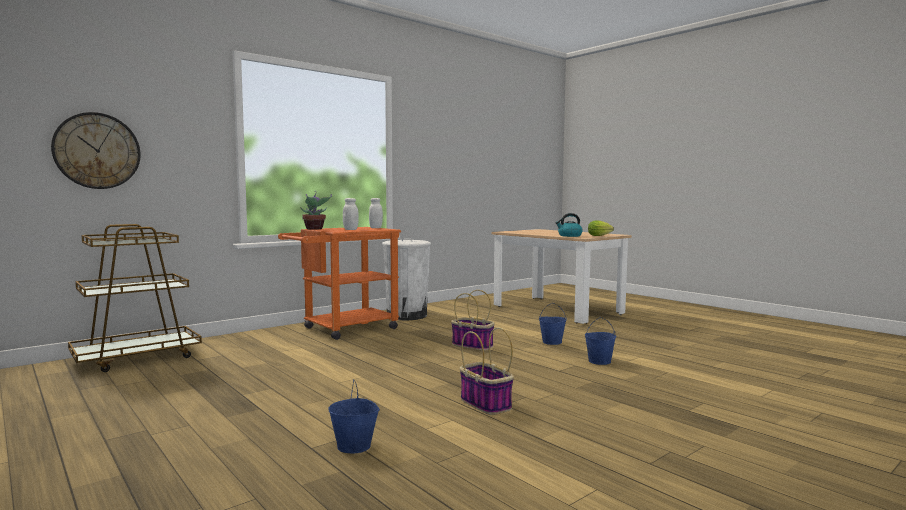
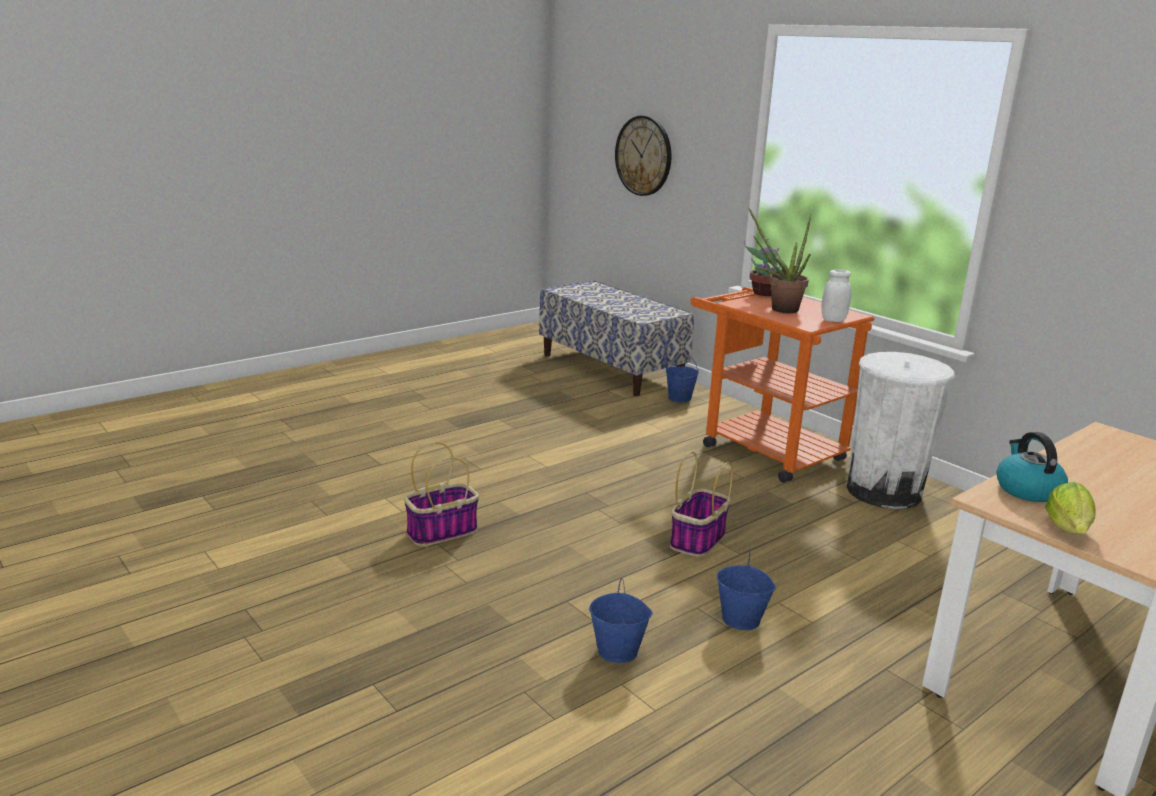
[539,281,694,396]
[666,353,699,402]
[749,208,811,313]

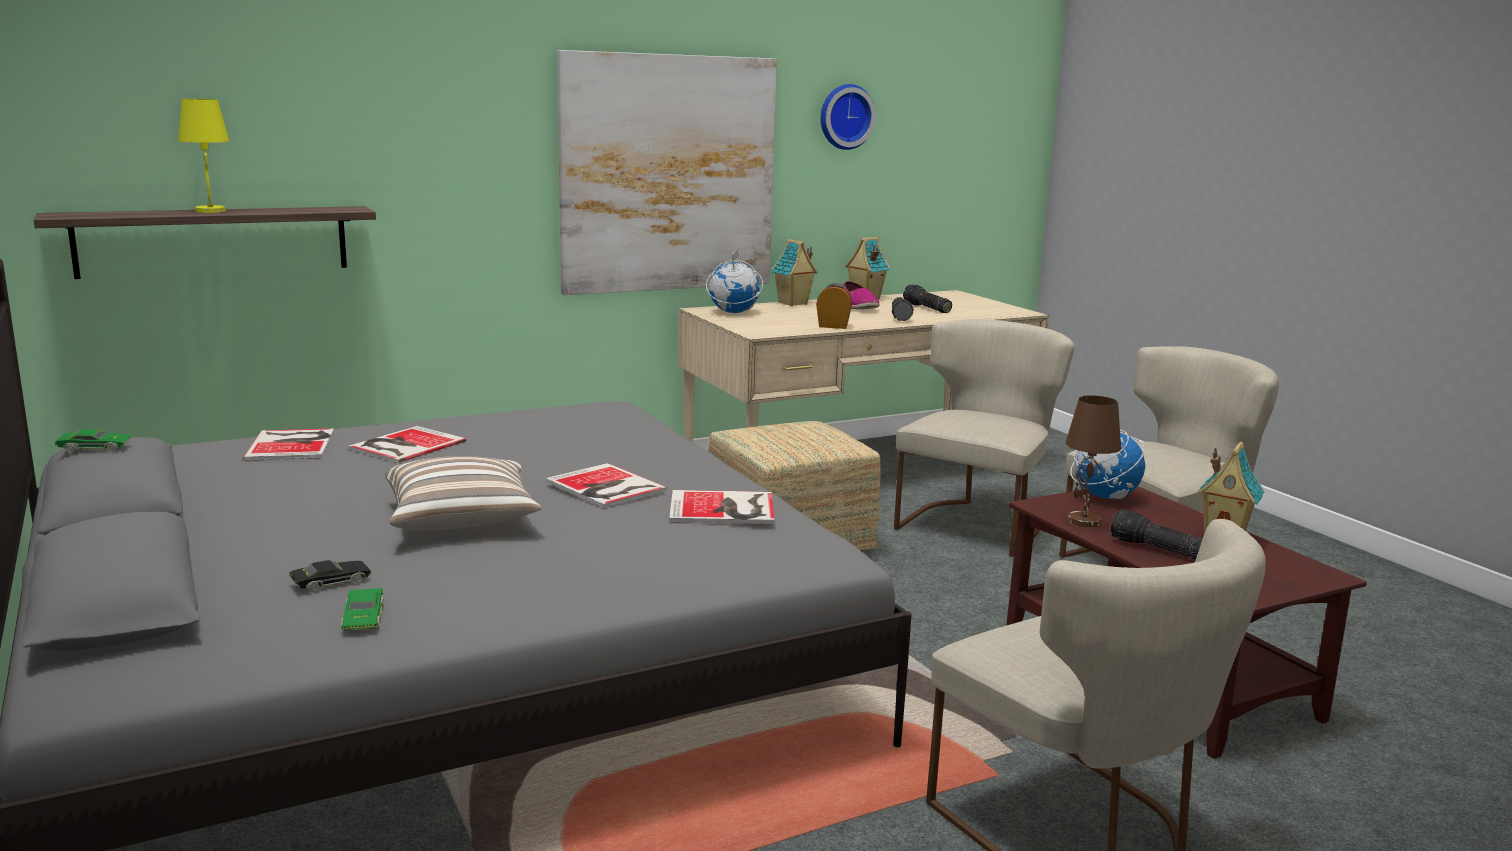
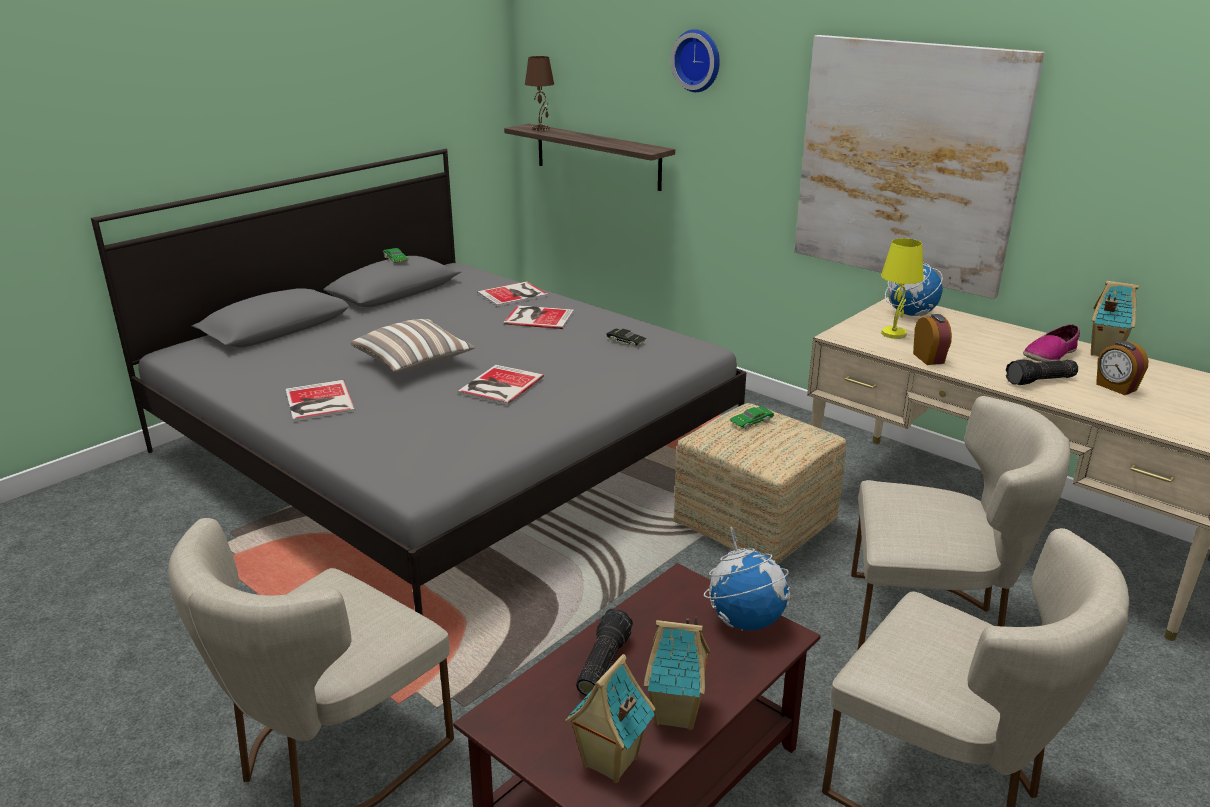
[286,380,355,422]
[525,56,554,131]
[565,654,655,783]
[606,329,647,347]
[671,29,720,92]
[729,406,774,429]
[881,238,924,339]
[1096,341,1149,395]

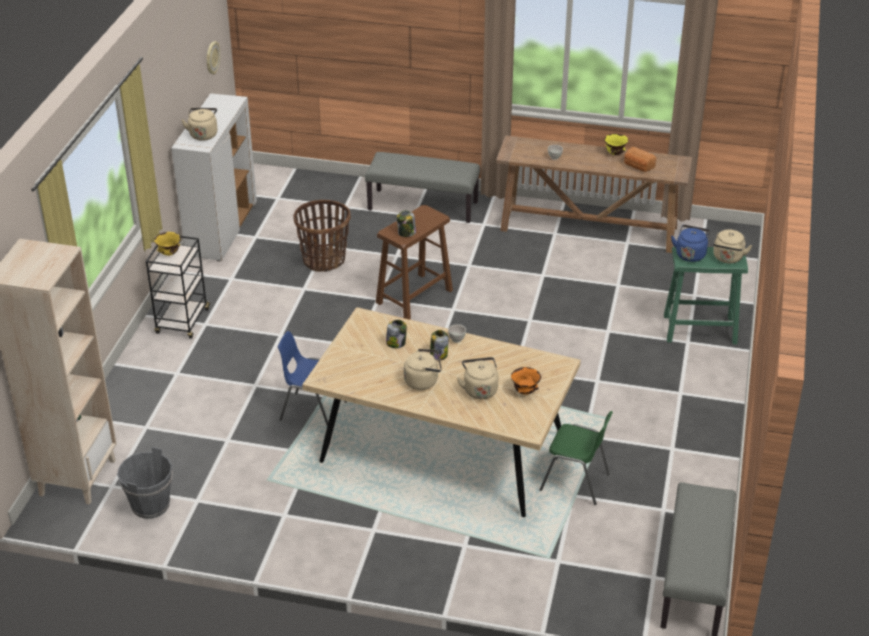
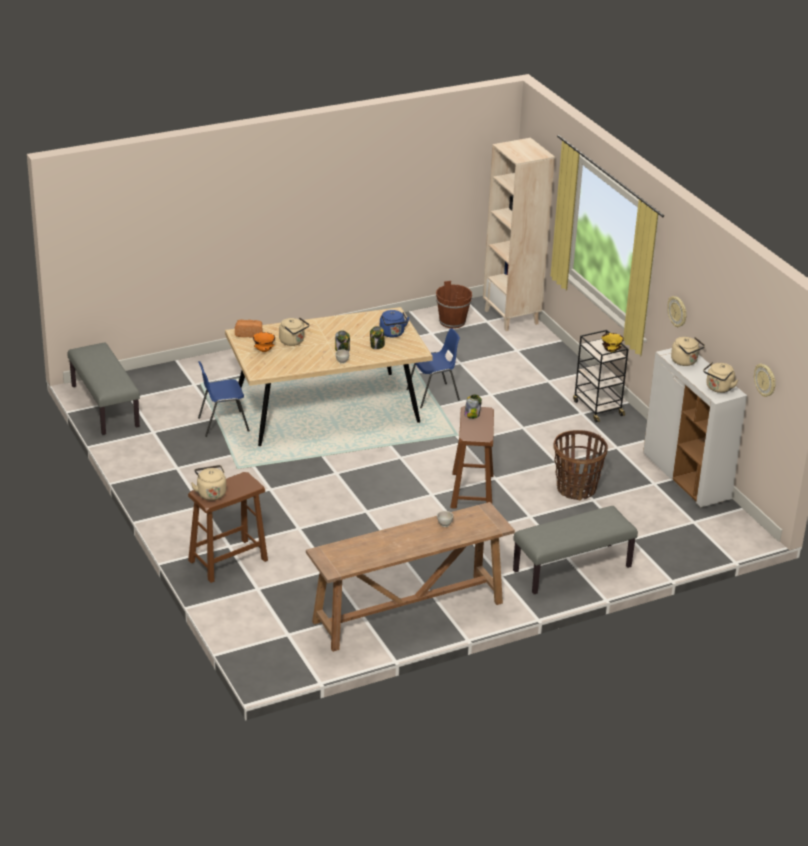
[188,472,268,583]
[198,361,250,437]
[235,320,262,338]
[380,310,410,338]
[436,281,472,329]
[667,296,687,327]
[703,362,738,393]
[604,133,628,155] (first image)

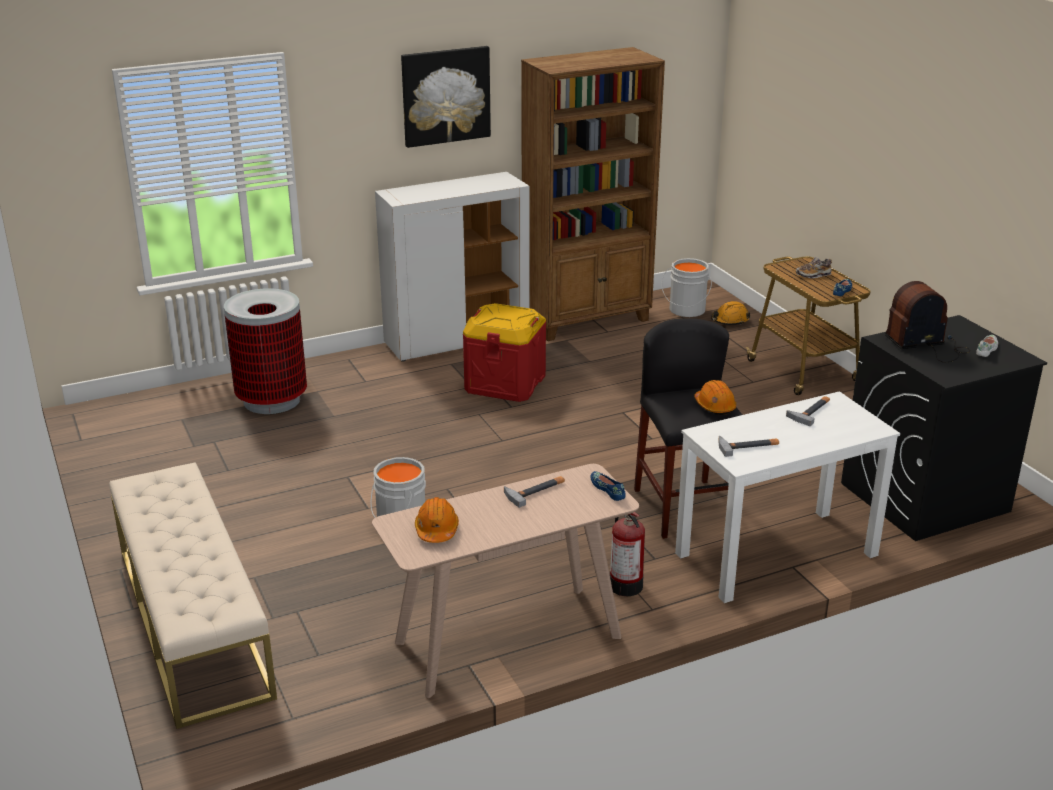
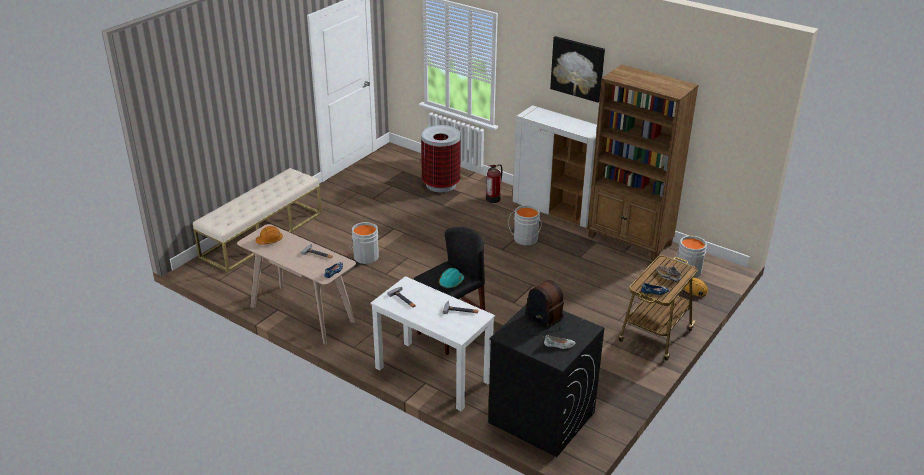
[439,268,464,289]
[486,164,502,203]
[508,205,541,245]

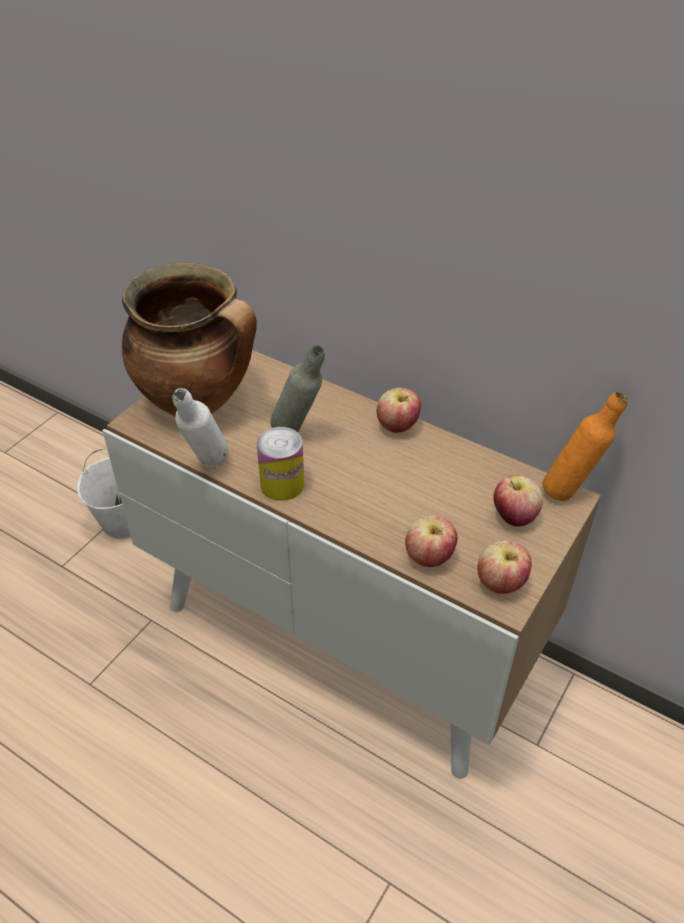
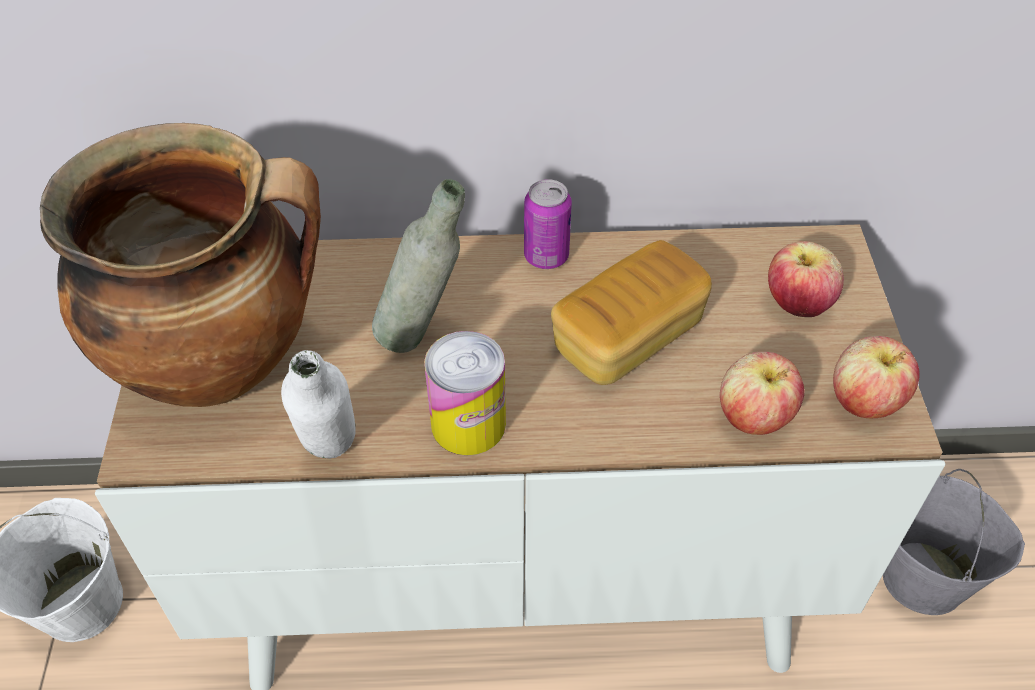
[524,179,572,269]
[551,240,712,385]
[883,469,1025,615]
[543,392,628,501] (first image)

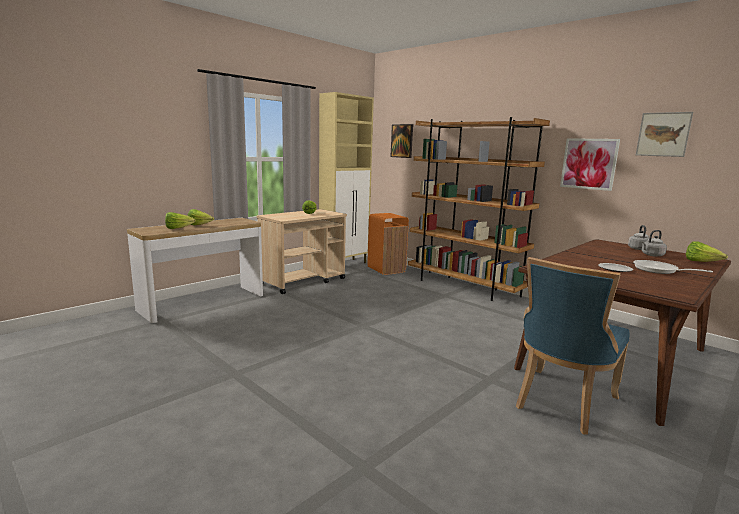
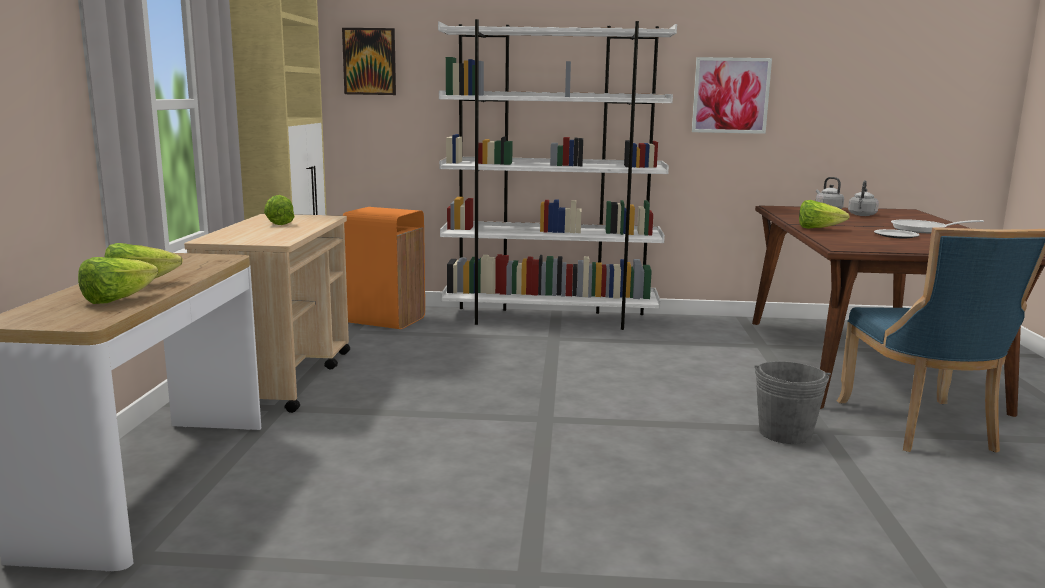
[438,19,677,330]
[755,361,831,444]
[799,200,850,229]
[636,112,693,157] (first image)

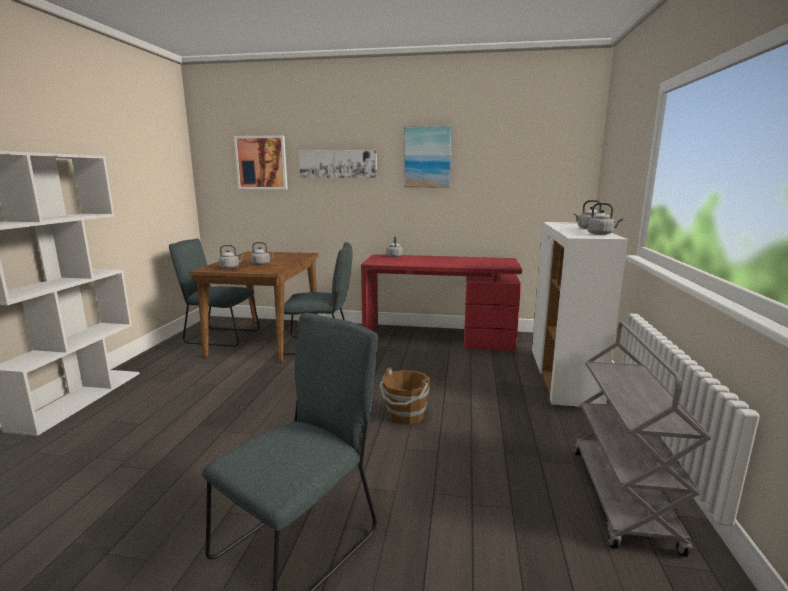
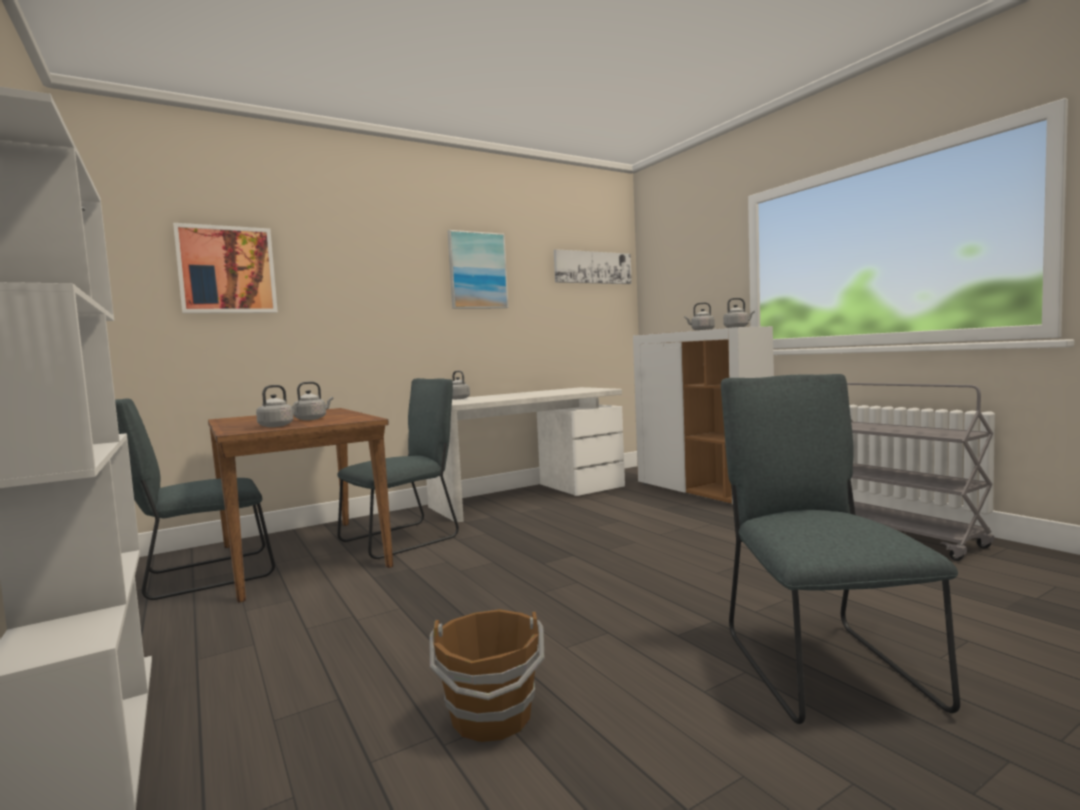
[426,387,625,522]
[429,609,545,742]
[554,249,632,284]

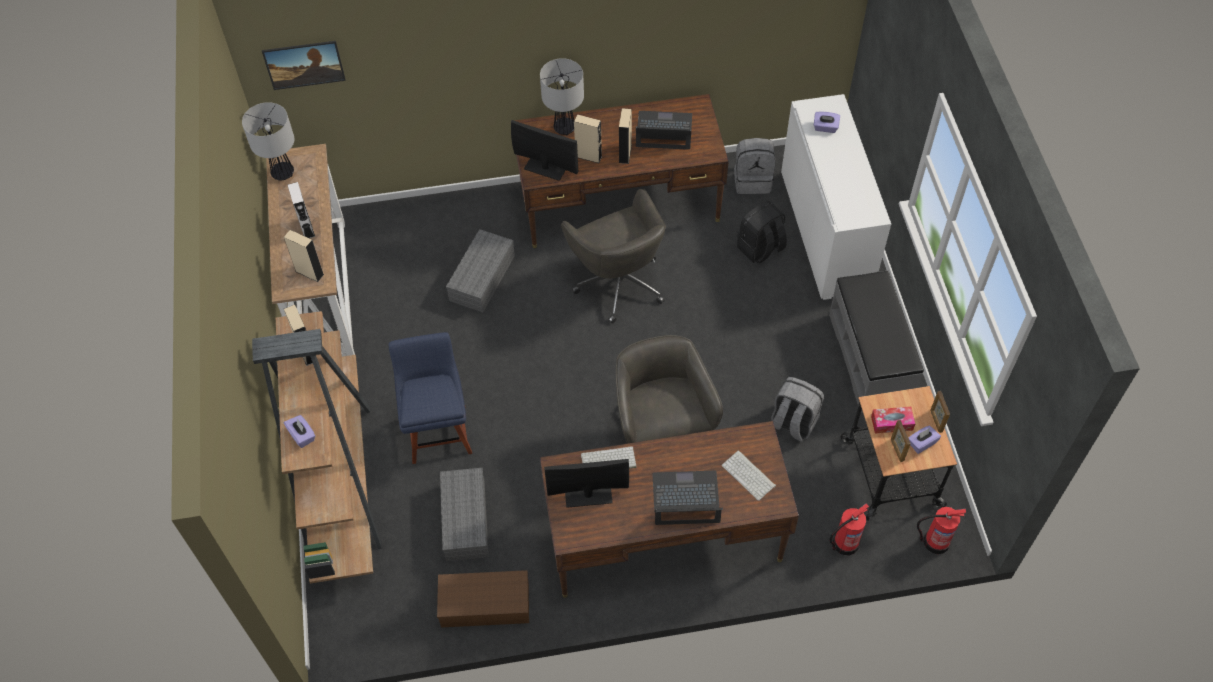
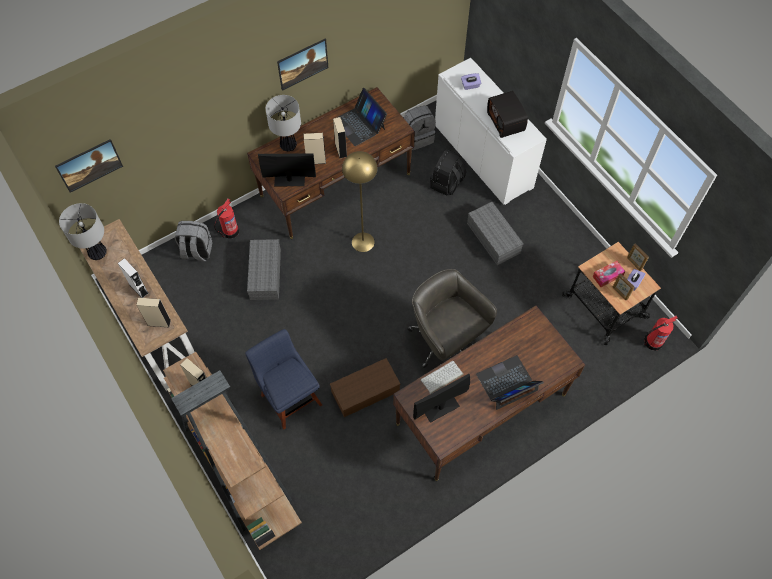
[175,221,213,262]
[214,198,239,239]
[277,39,328,91]
[330,358,401,417]
[337,88,387,146]
[342,151,378,252]
[467,202,524,265]
[487,91,528,138]
[284,415,315,448] (first image)
[722,450,776,501] (first image)
[829,270,924,413] (first image)

